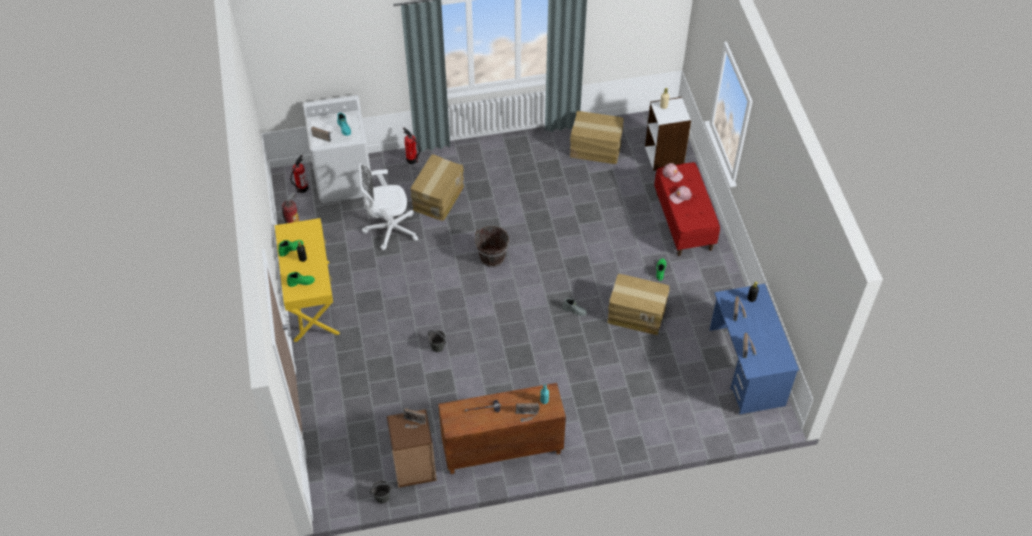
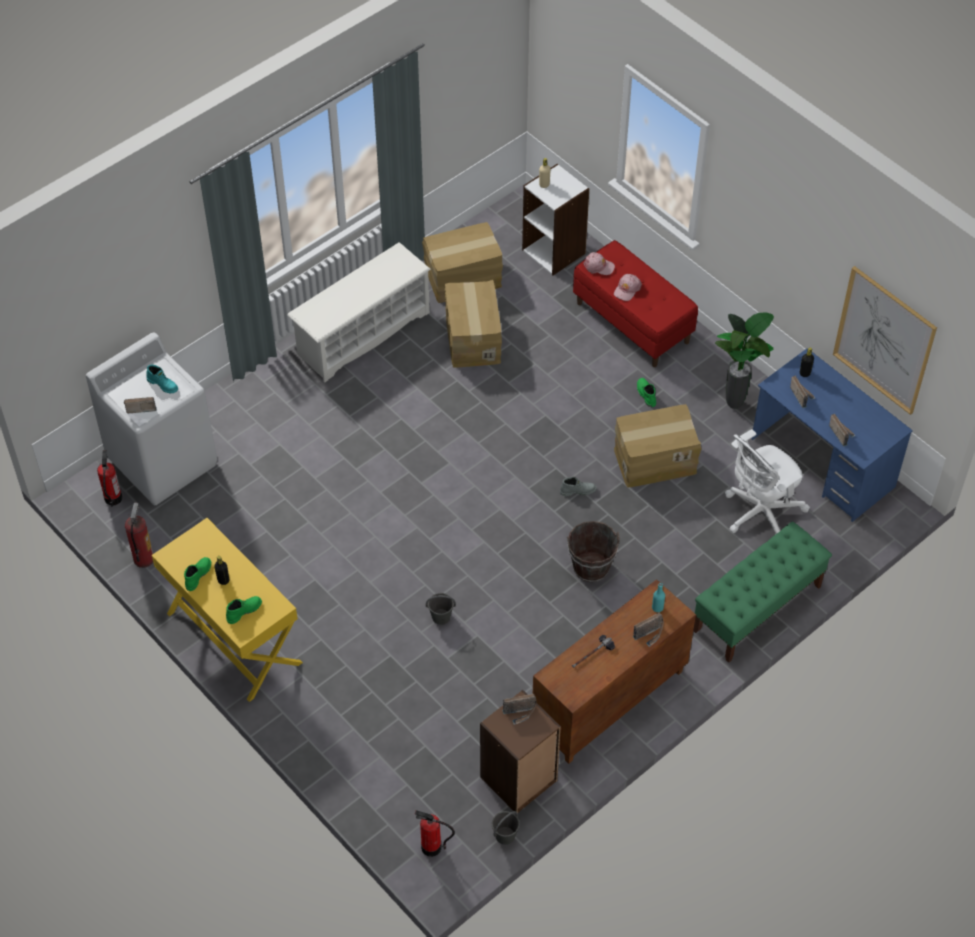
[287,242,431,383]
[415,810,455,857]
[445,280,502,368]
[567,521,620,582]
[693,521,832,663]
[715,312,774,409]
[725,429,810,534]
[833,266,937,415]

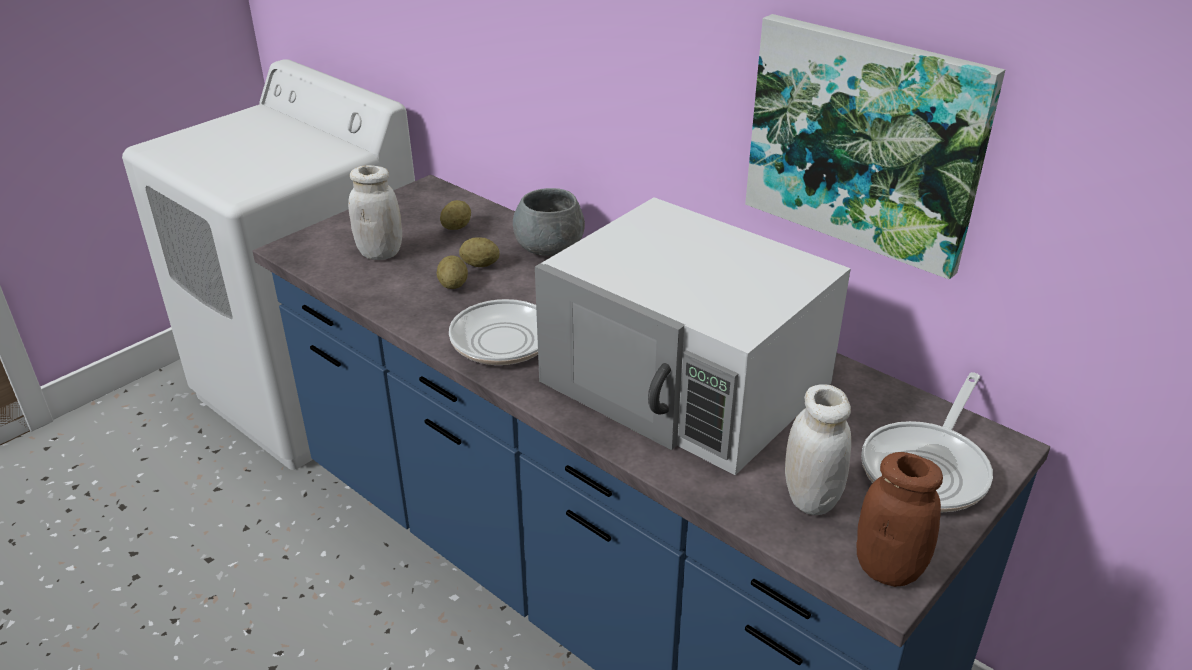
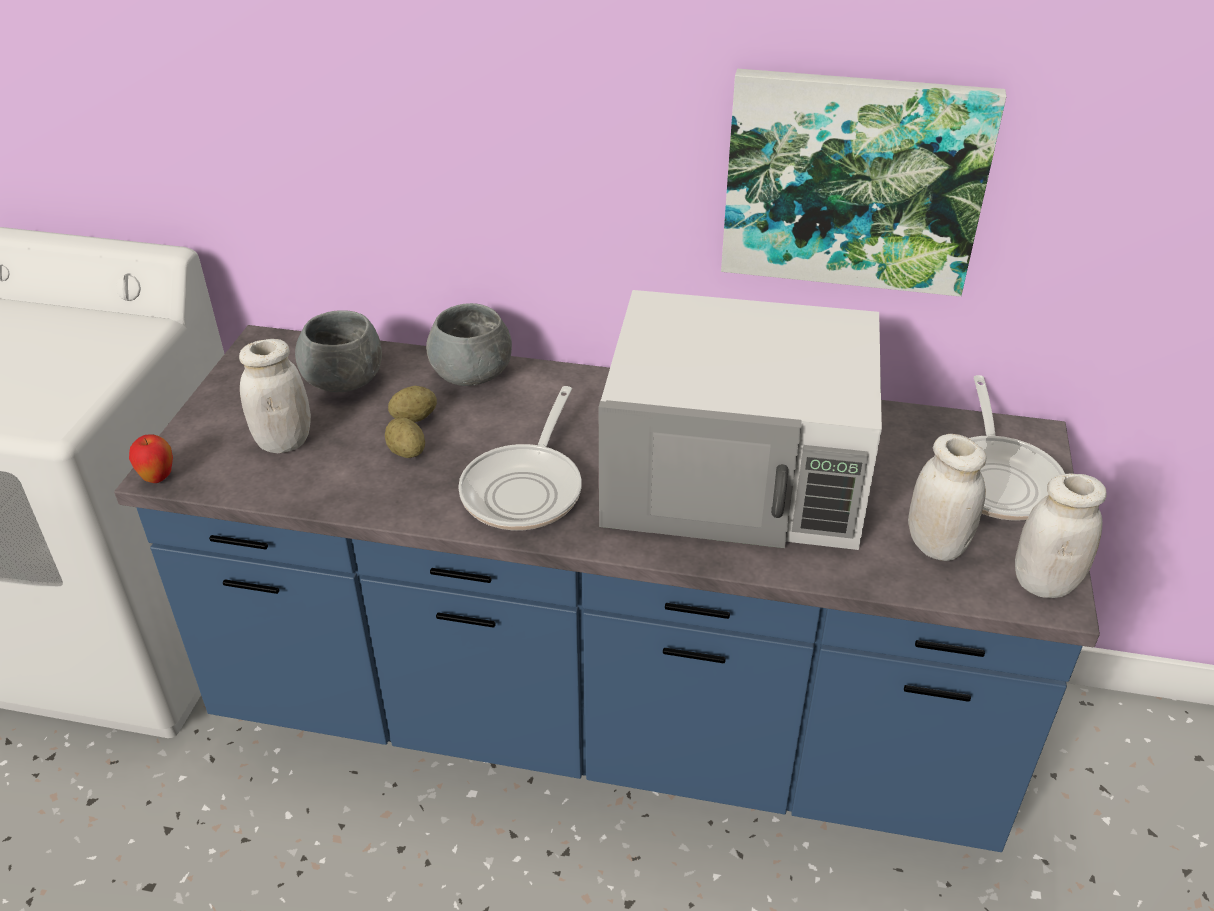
[129,434,173,483]
[295,310,382,392]
[1015,474,1107,598]

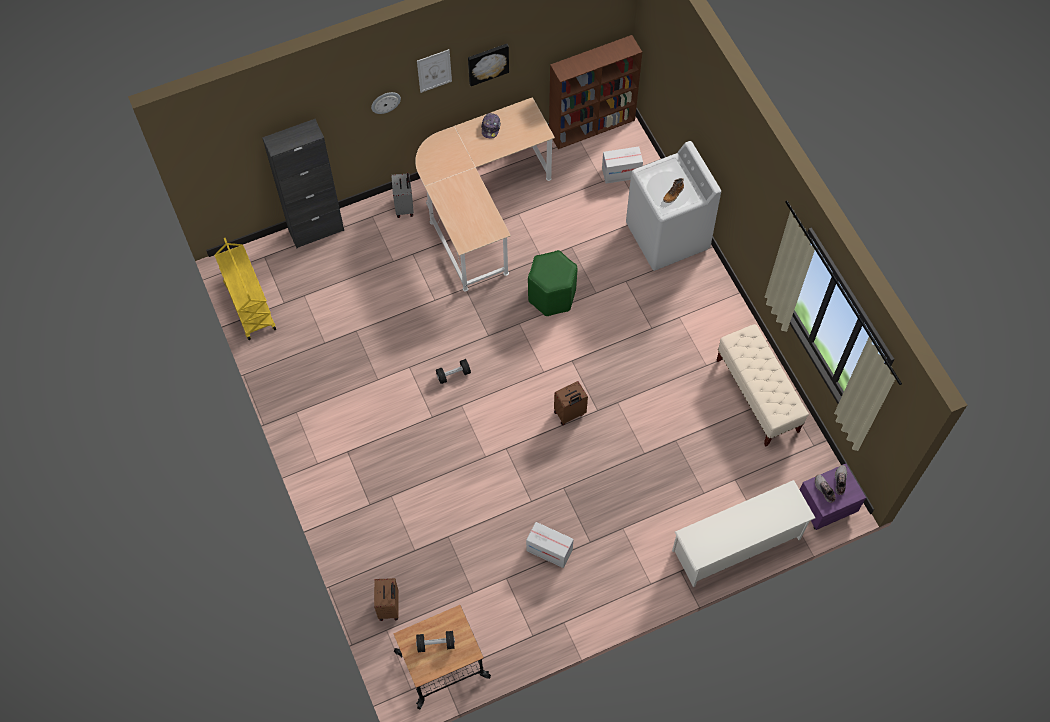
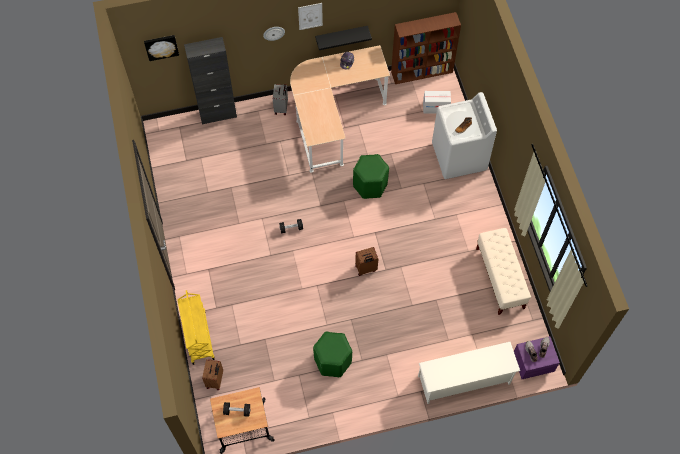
[144,35,179,61]
[177,290,215,365]
[313,332,352,377]
[315,26,372,50]

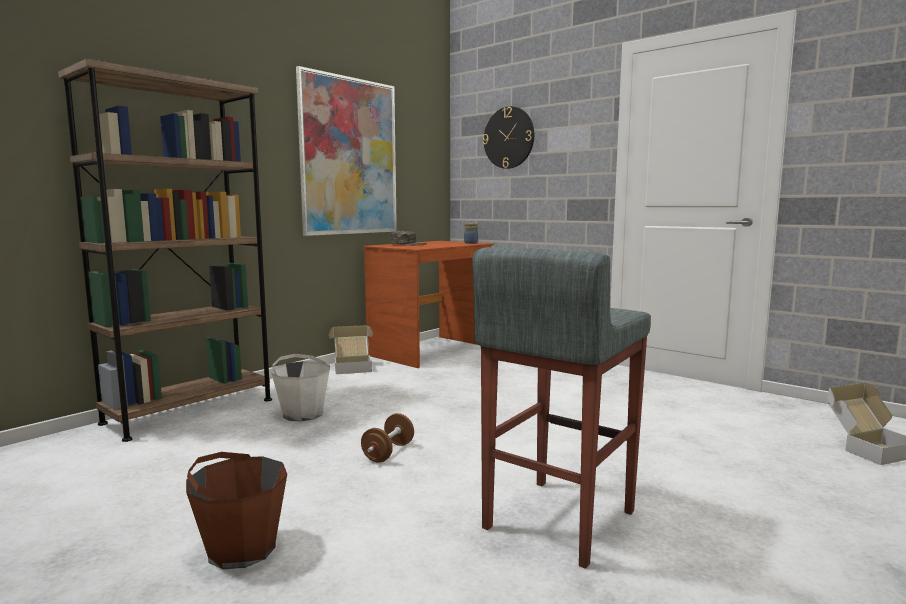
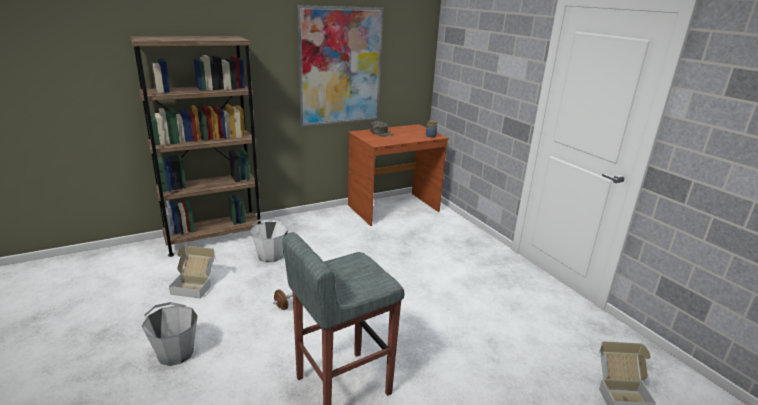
[142,302,198,366]
[169,246,215,298]
[483,106,534,169] (first image)

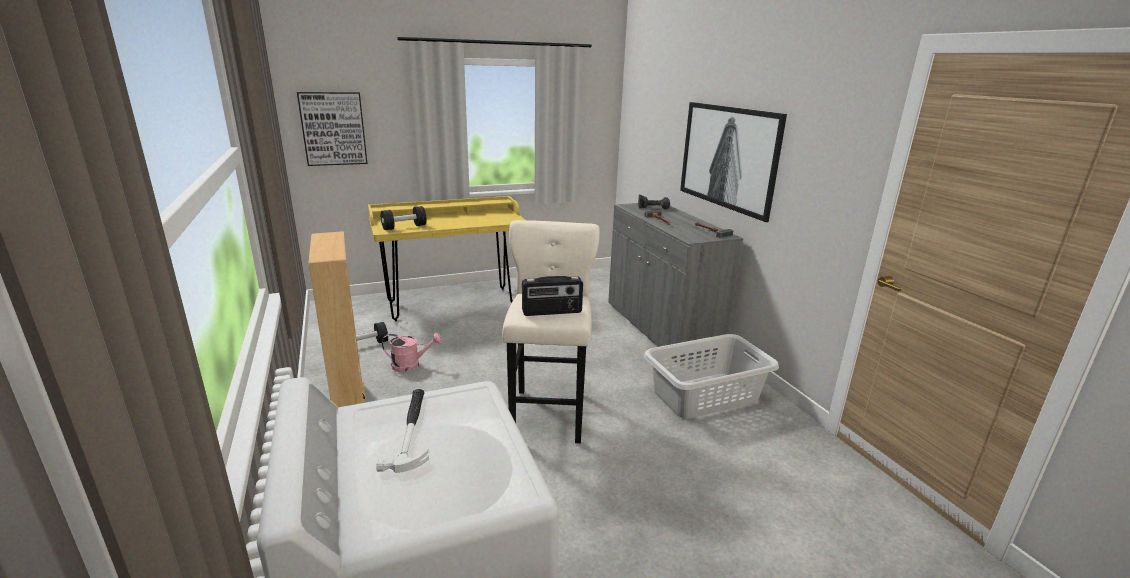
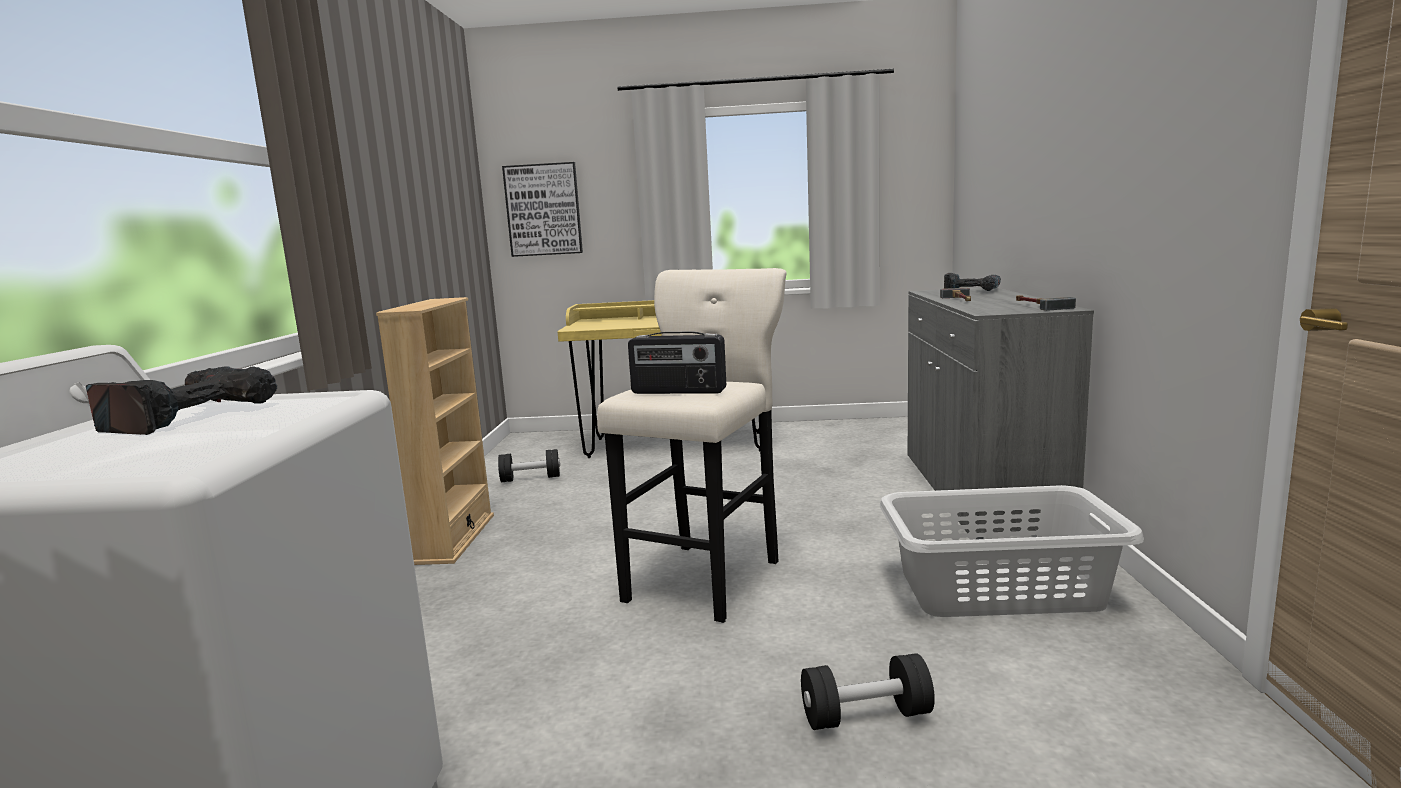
[86,366,277,435]
[801,653,935,730]
[382,333,442,372] (first image)
[680,102,787,222] (first image)

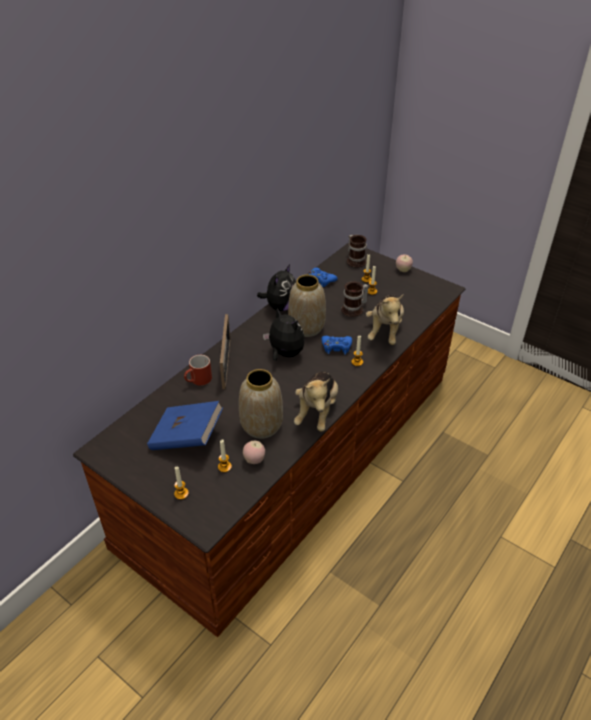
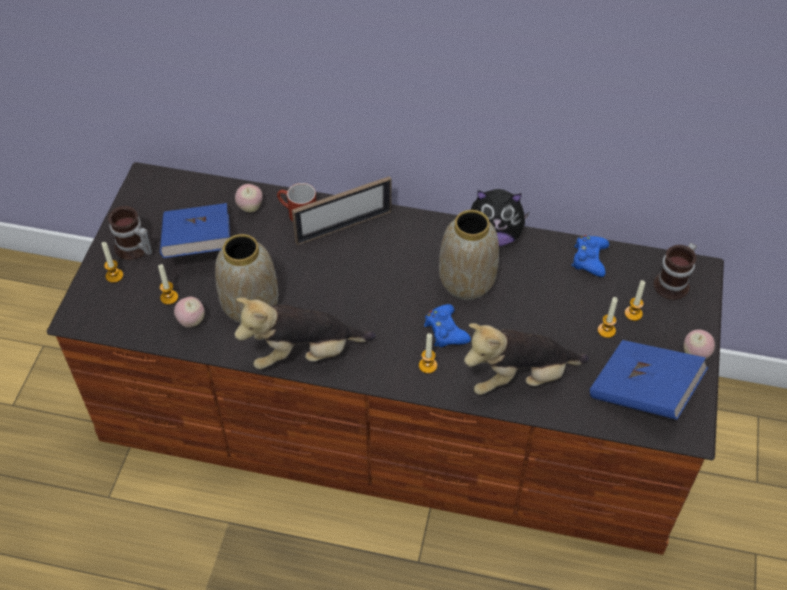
[108,206,152,260]
[235,184,263,212]
[590,340,708,420]
[263,308,305,361] (first image)

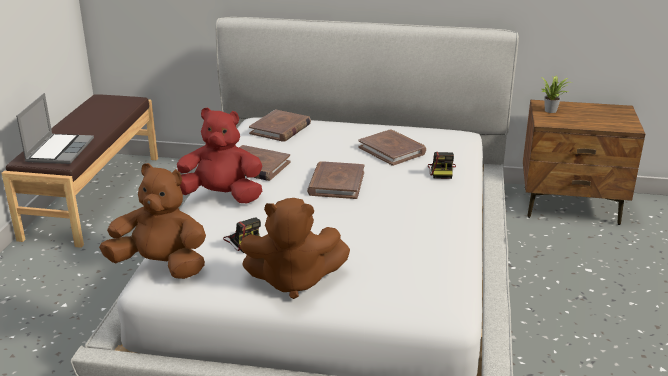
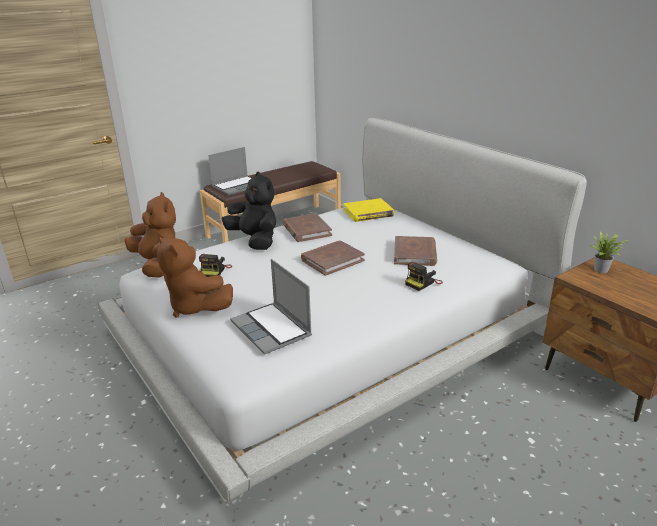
[221,172,276,250]
[230,259,312,355]
[343,198,394,222]

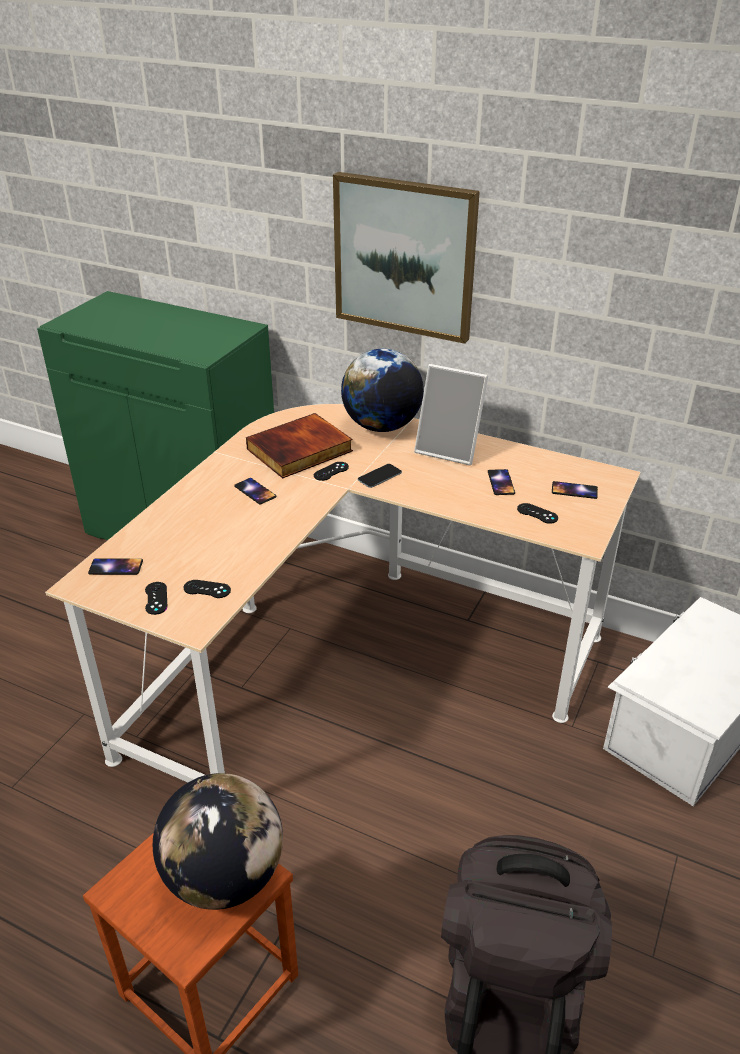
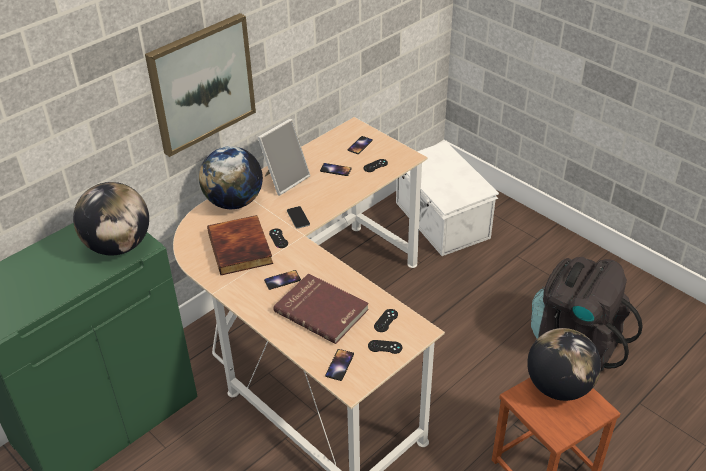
[73,182,149,255]
[273,273,369,344]

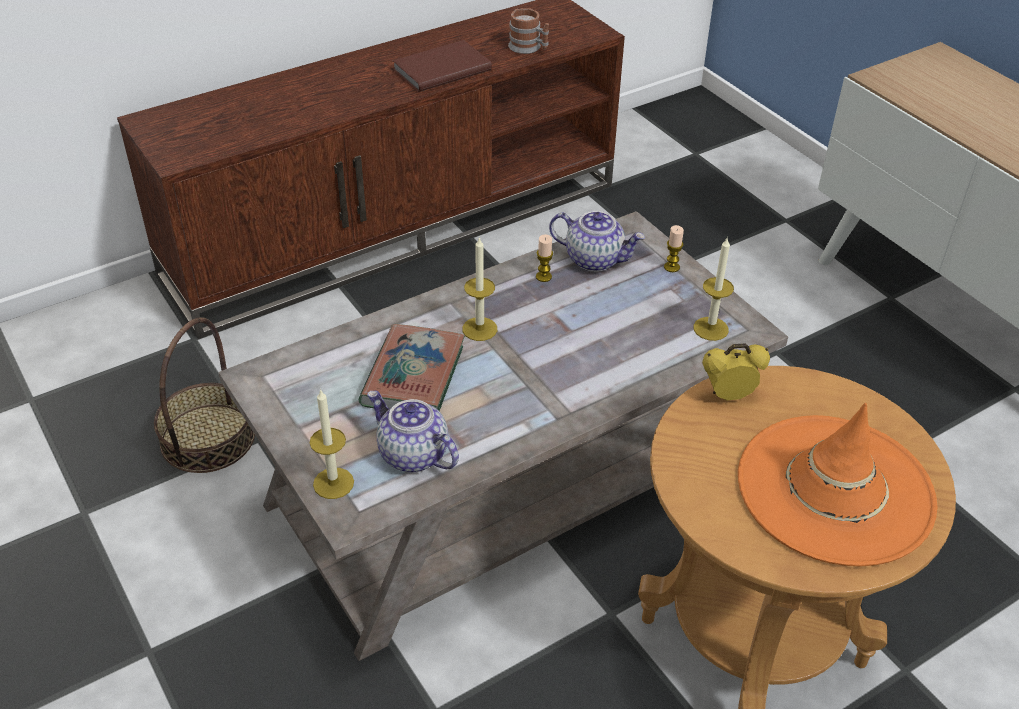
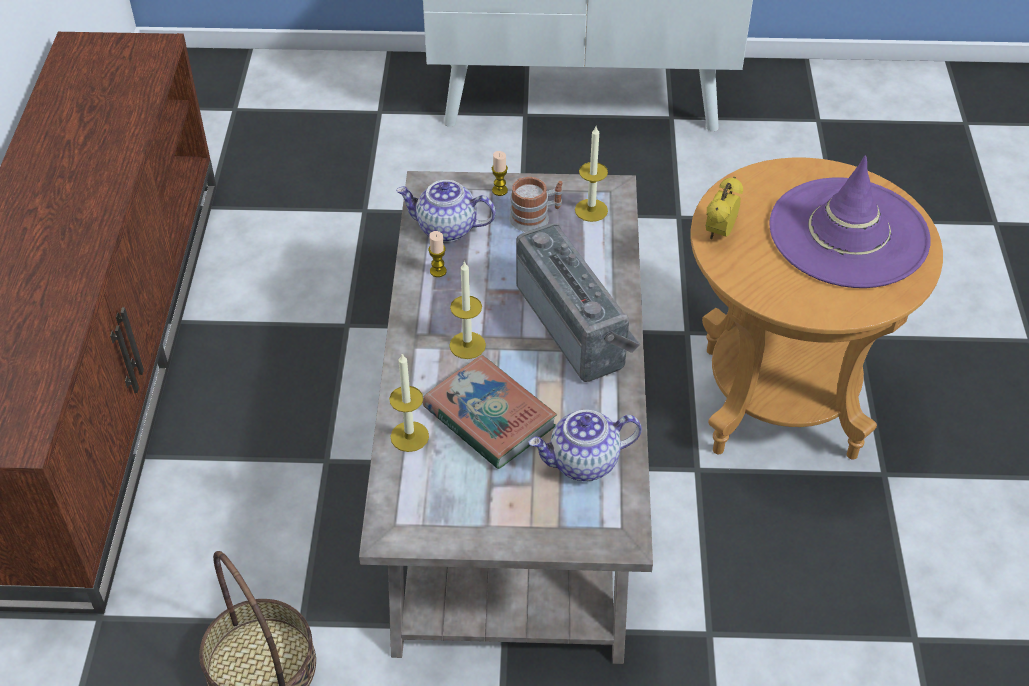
[389,354,429,452]
[396,180,496,242]
[509,177,563,232]
[516,223,640,382]
[770,155,931,288]
[392,40,492,92] (first image)

